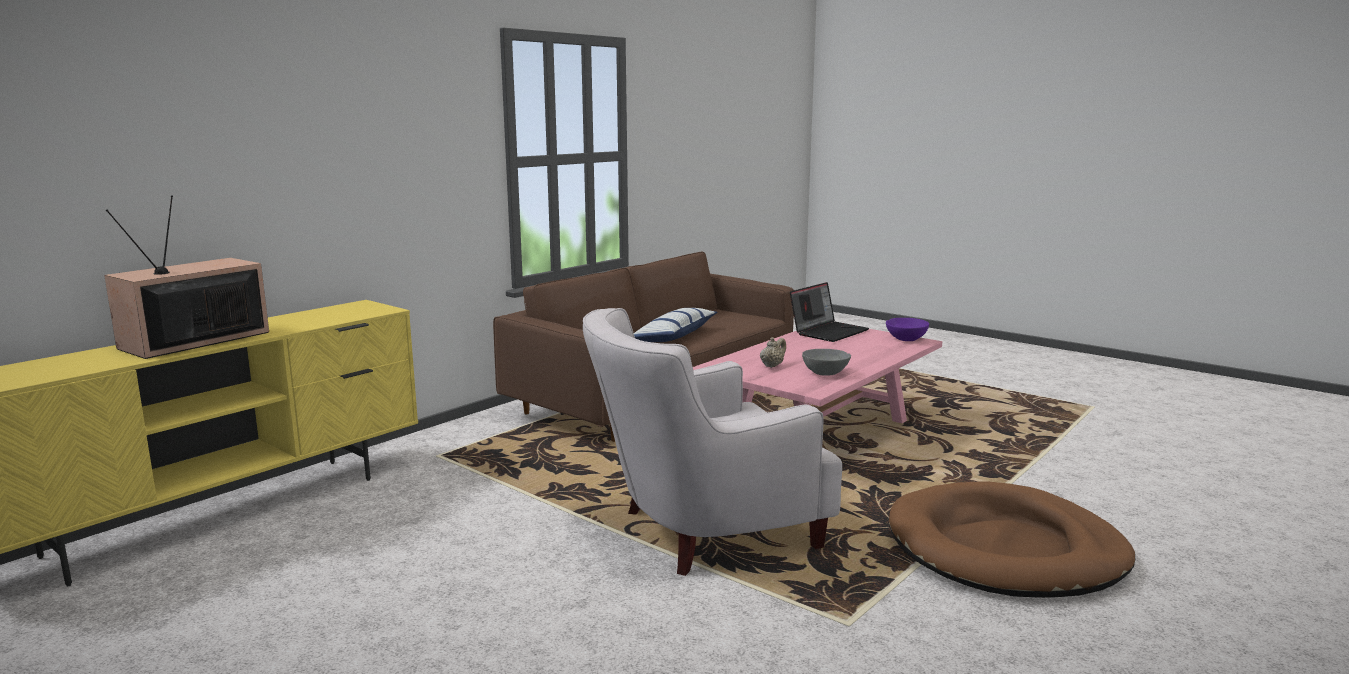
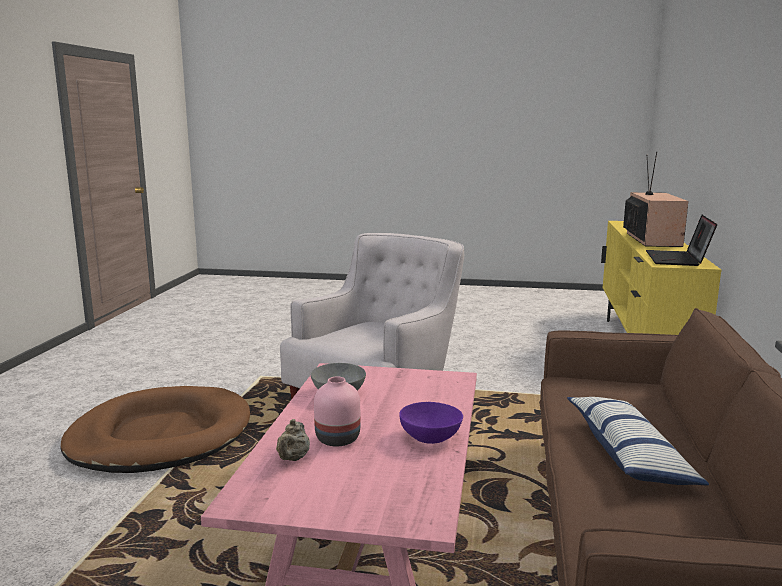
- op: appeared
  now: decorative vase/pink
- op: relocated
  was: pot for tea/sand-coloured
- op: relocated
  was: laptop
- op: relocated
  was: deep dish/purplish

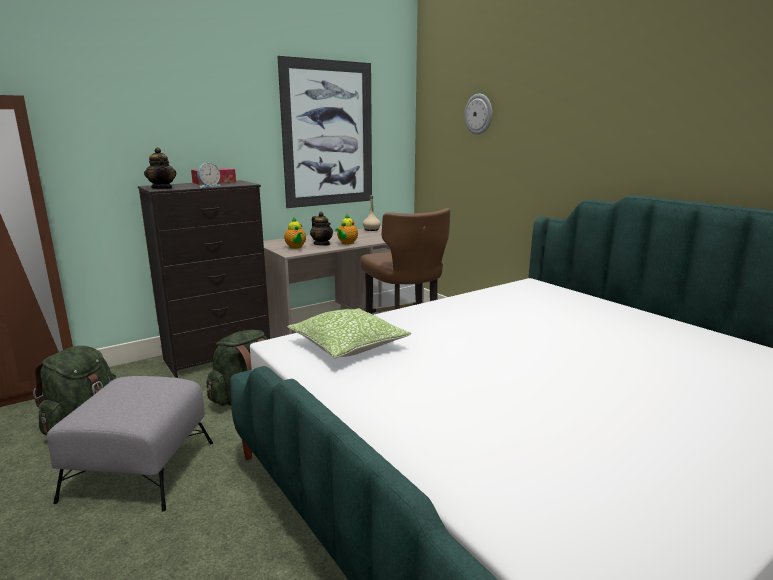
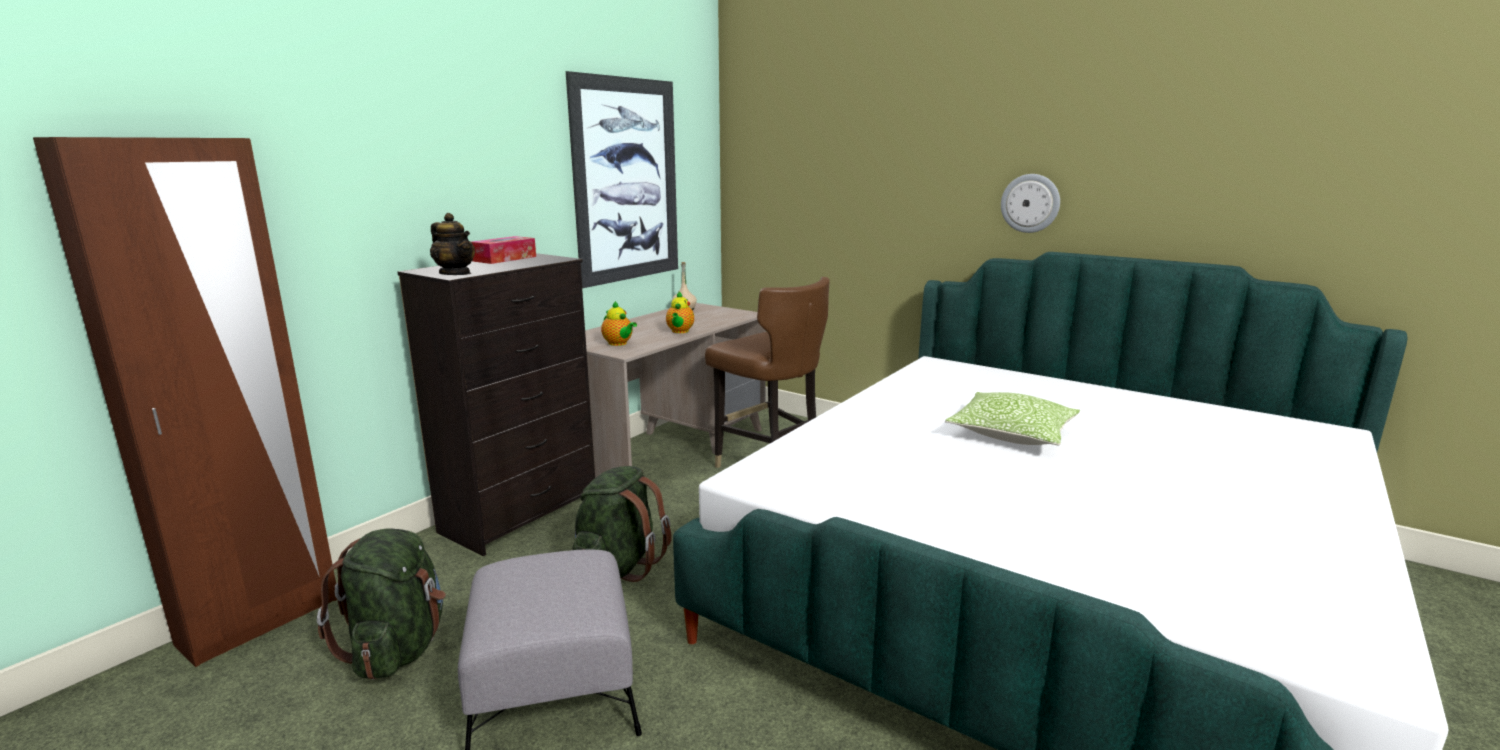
- op: missing
  was: alarm clock
- op: missing
  was: pot for tea (no. 3 from left)
- op: relocated
  was: throw pillow
- op: relocated
  was: hanging clock

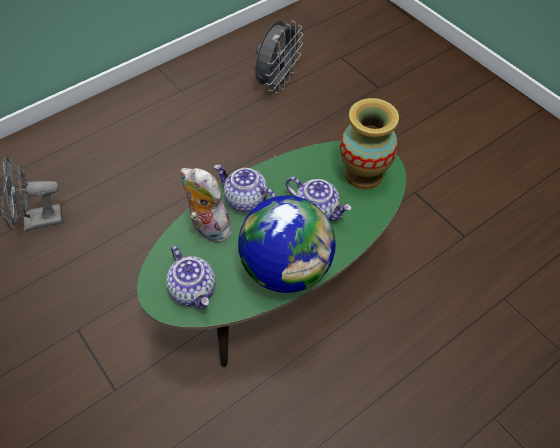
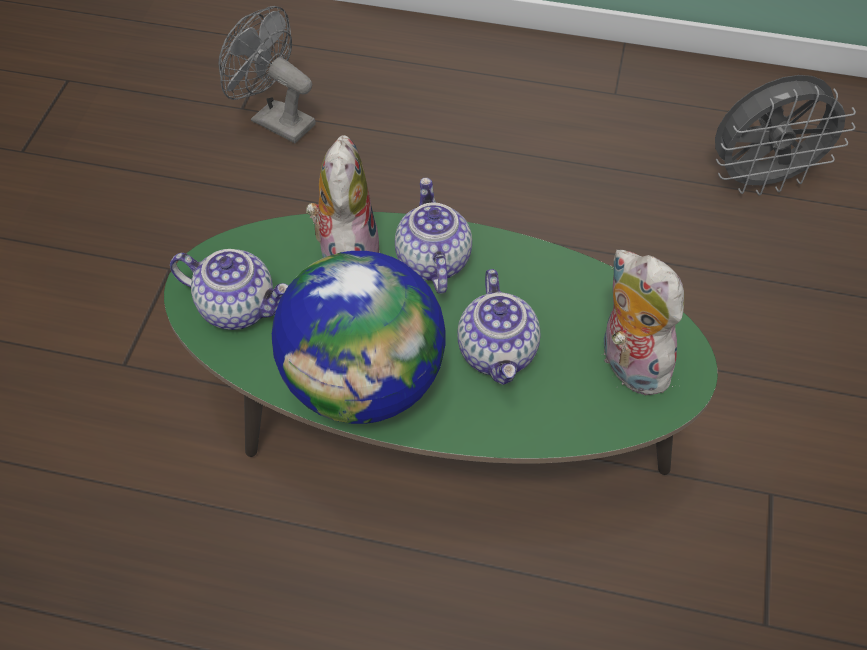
- op: exchanged
  was: decorative vase
  now: cuddly toy (no. 2 from left)
- op: spun
  was: pot for tea (no. 1 from left)
  clockwise: -90

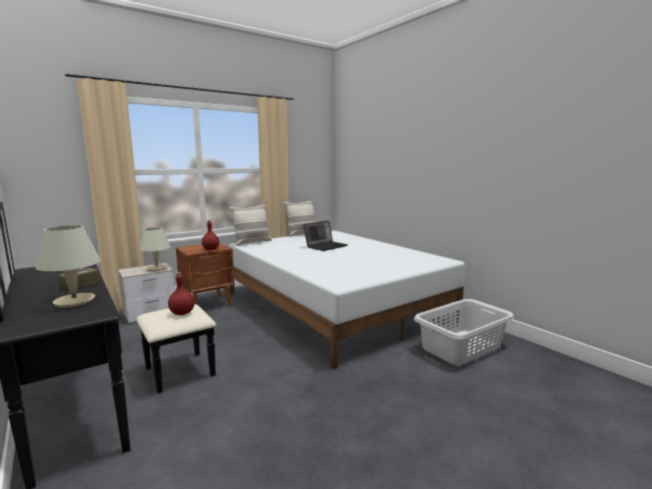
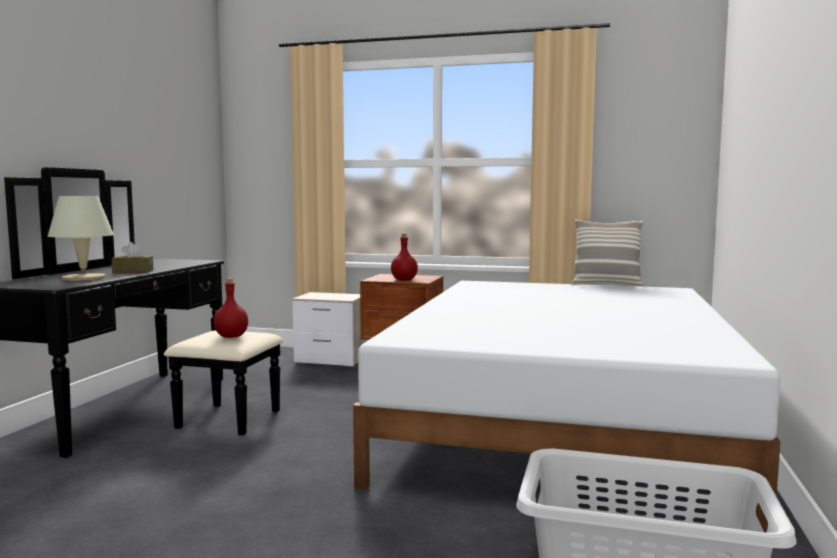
- op: missing
  was: lamp for a table/sand-coloured (no. 2 from left)
- op: missing
  was: throw pillow (no. 1 from left)
- op: missing
  was: laptop

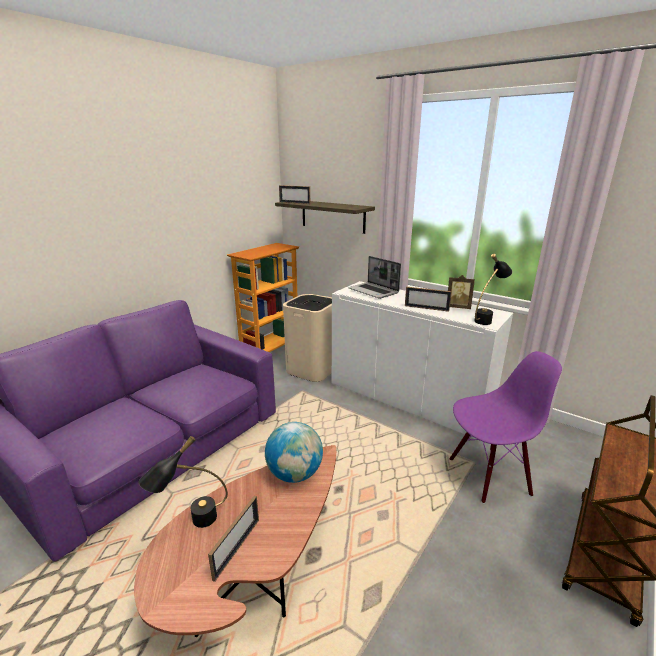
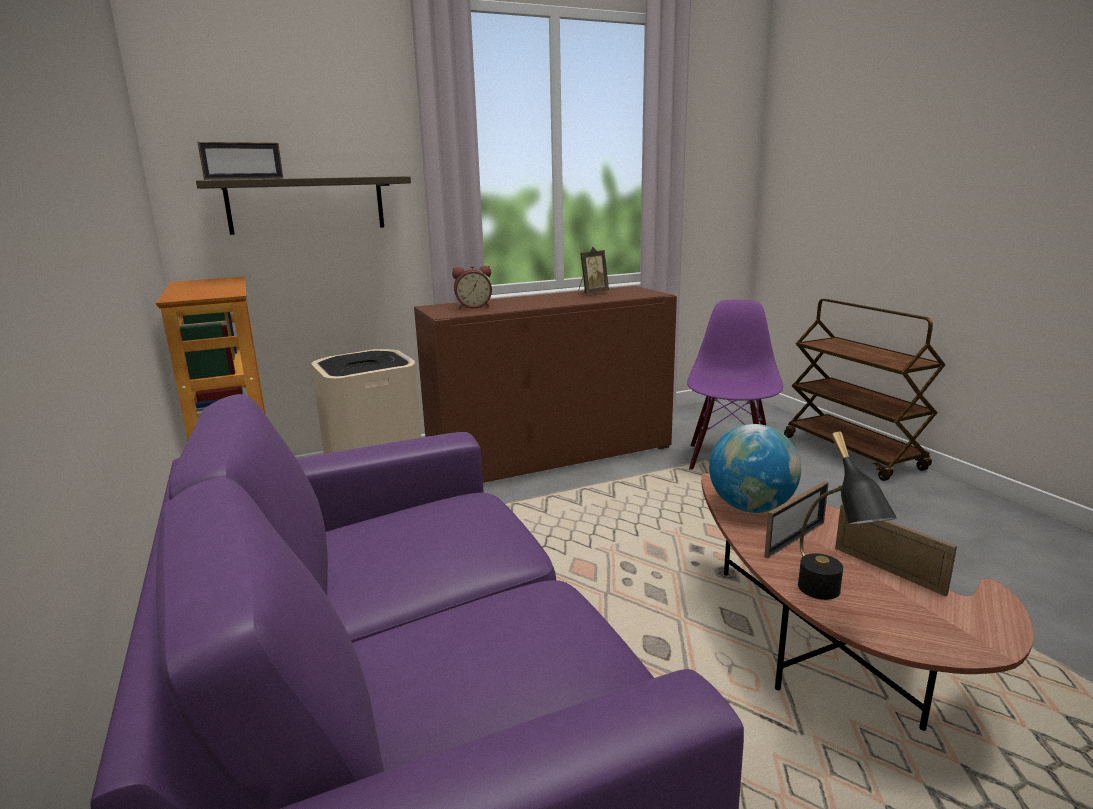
- op: missing
  was: lamp for a table/black (no. 2 from left)
- op: relocated
  was: picture frame (no. 3 from left)
- op: exchanged
  was: laptop
  now: alarm clock
- op: colour
  was: storage cabinet/whitish
  now: storage cabinet/brownish

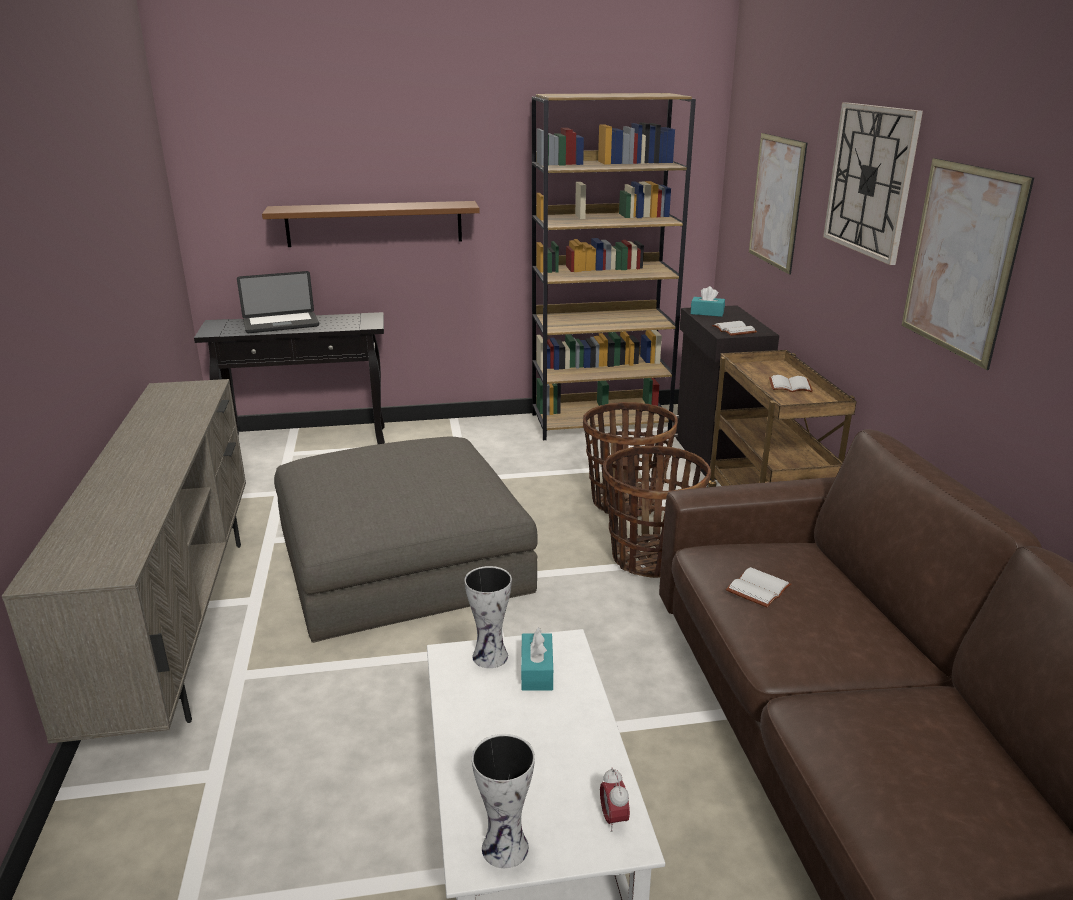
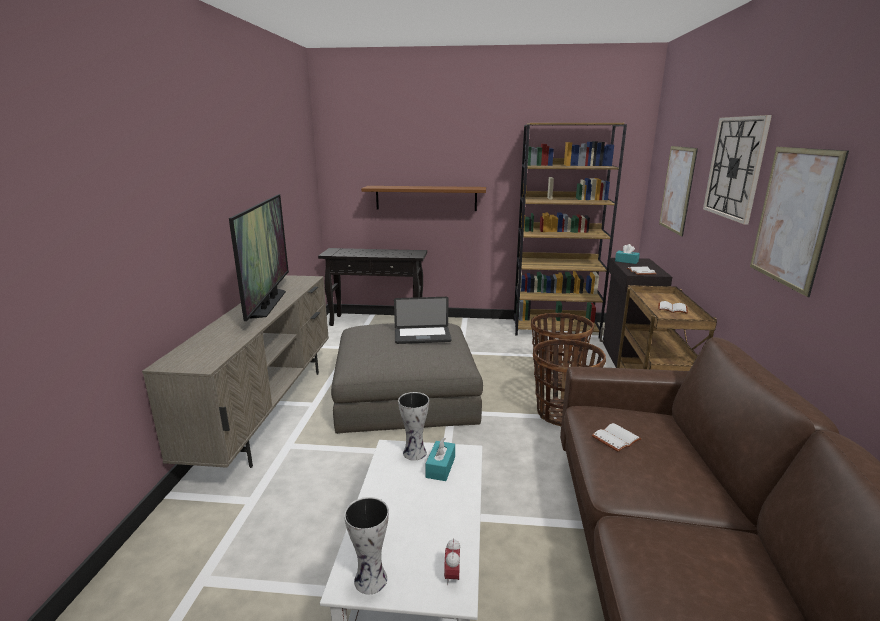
- op: appeared
  now: TV
- op: relocated
  was: laptop

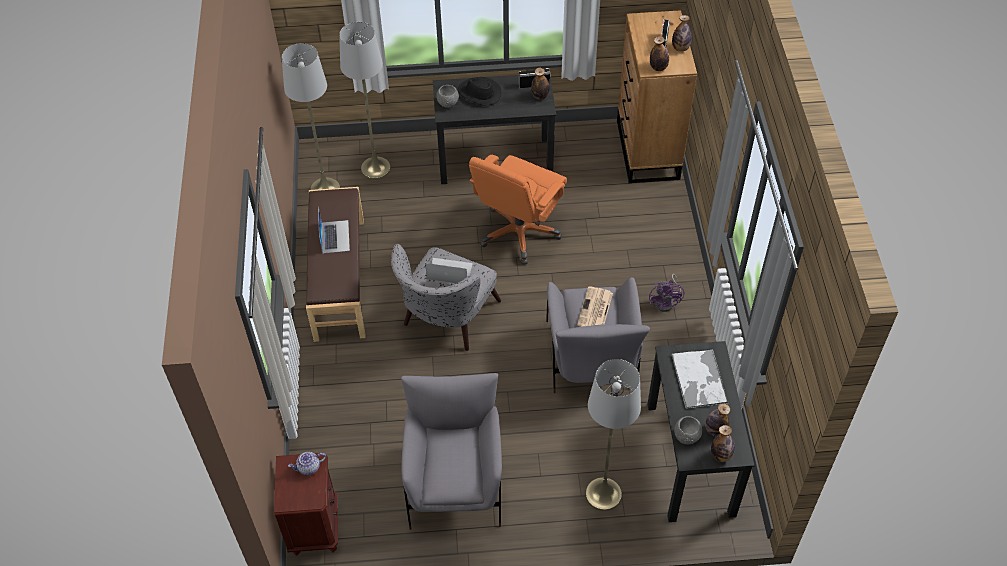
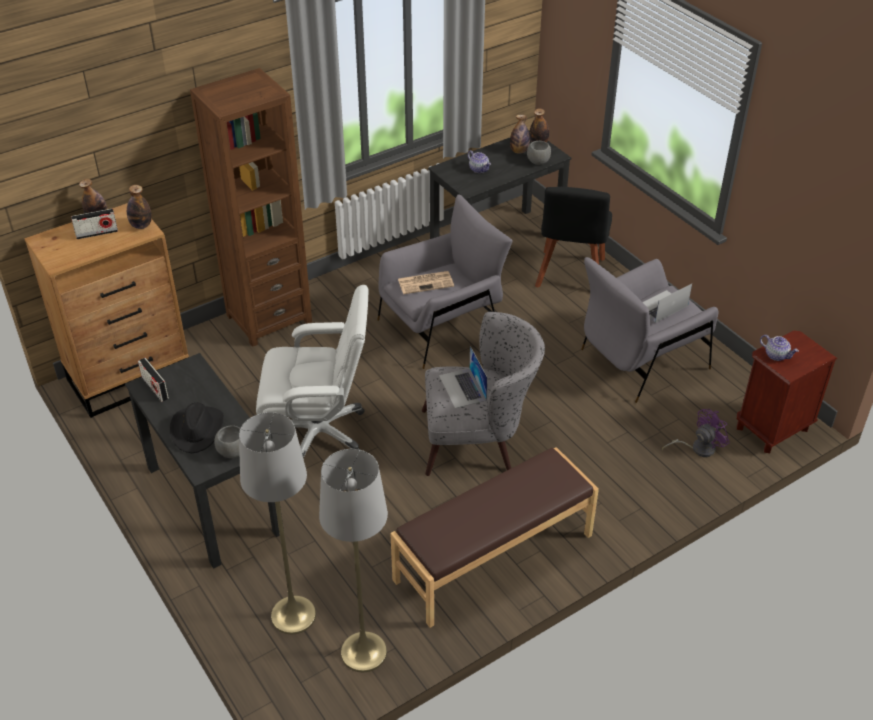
- op: missing
  was: beverage bottle (no. 1 from left)
- op: appeared
  now: bookcase/brownish
- op: relocated
  was: laptop (no. 1 from left in the first image)
  now: laptop (no. 2 from left)
- op: relocated
  was: cooling fan/purplish
- op: exchanged
  was: floor lamp/grey (no. 3 from left)
  now: chair/black
- op: exchanged
  was: tray
  now: pot for tea (no. 1 from left)
- op: colour
  was: office chair/orange-coloured
  now: office chair/whitish

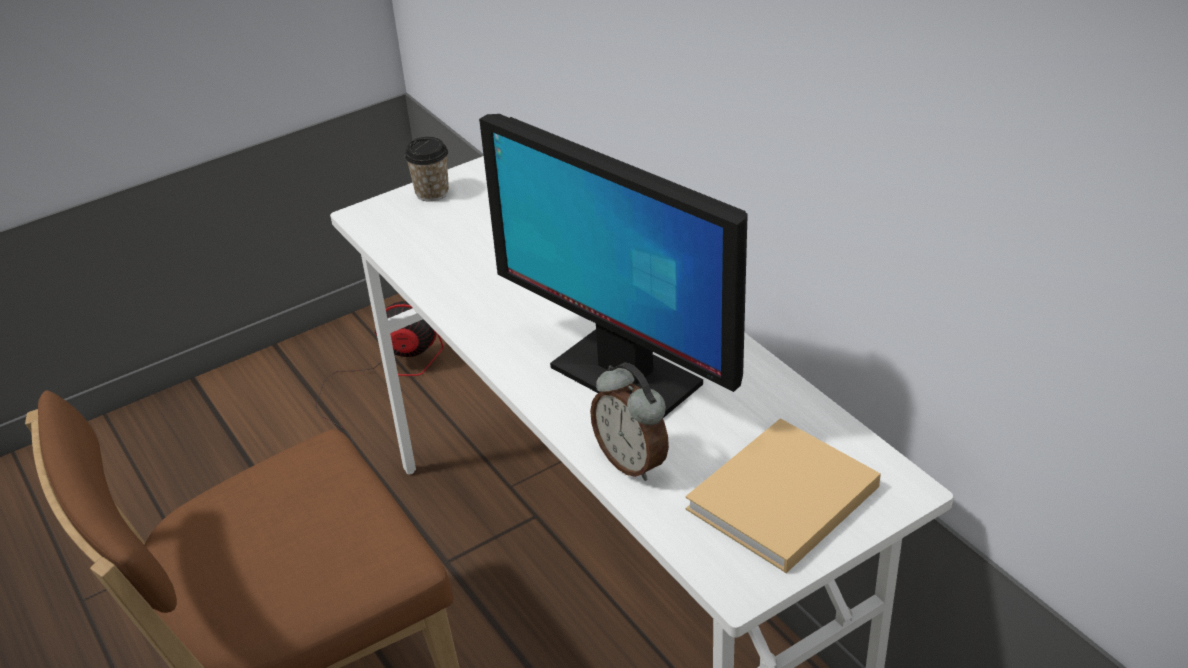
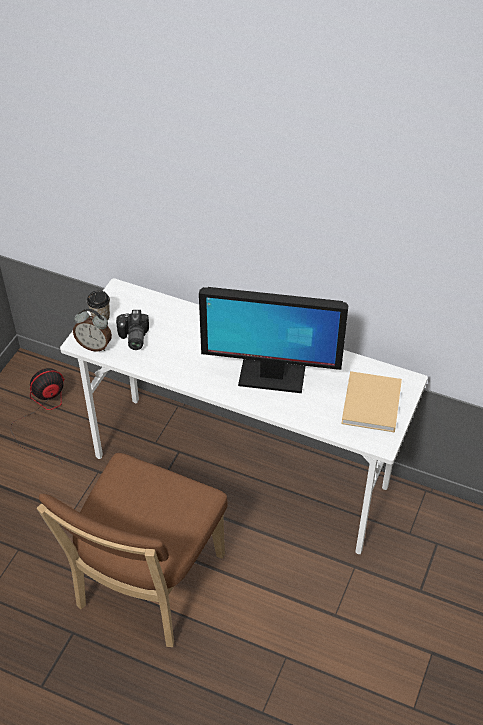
- op: appeared
  now: photo camera
- op: relocated
  was: alarm clock

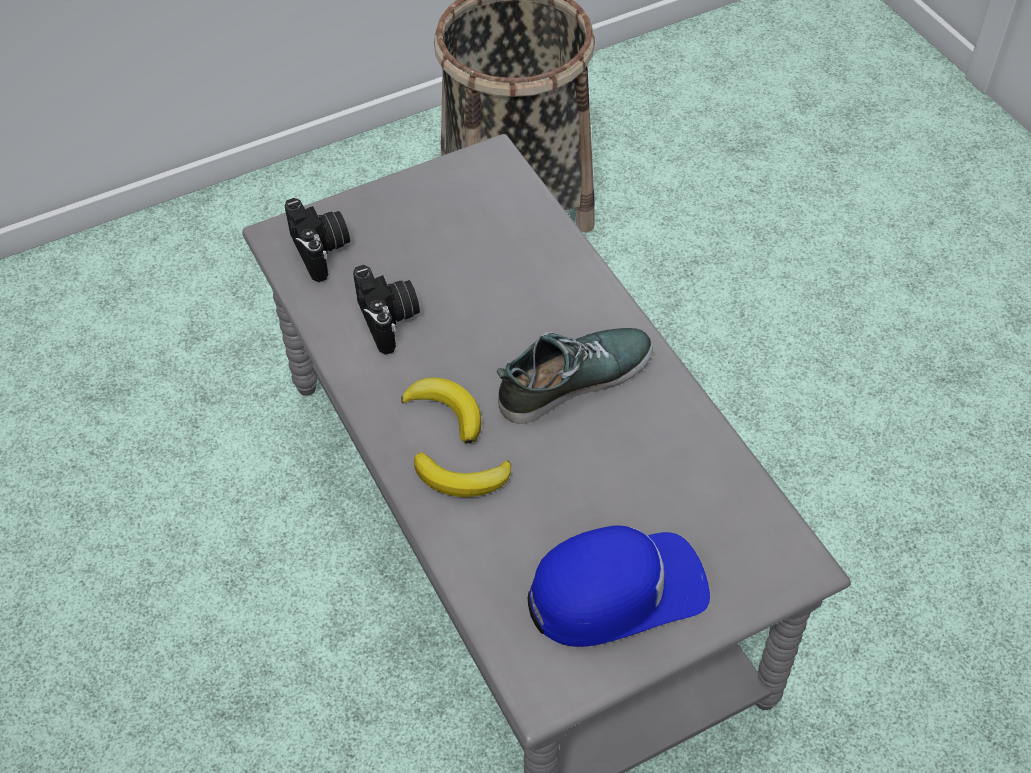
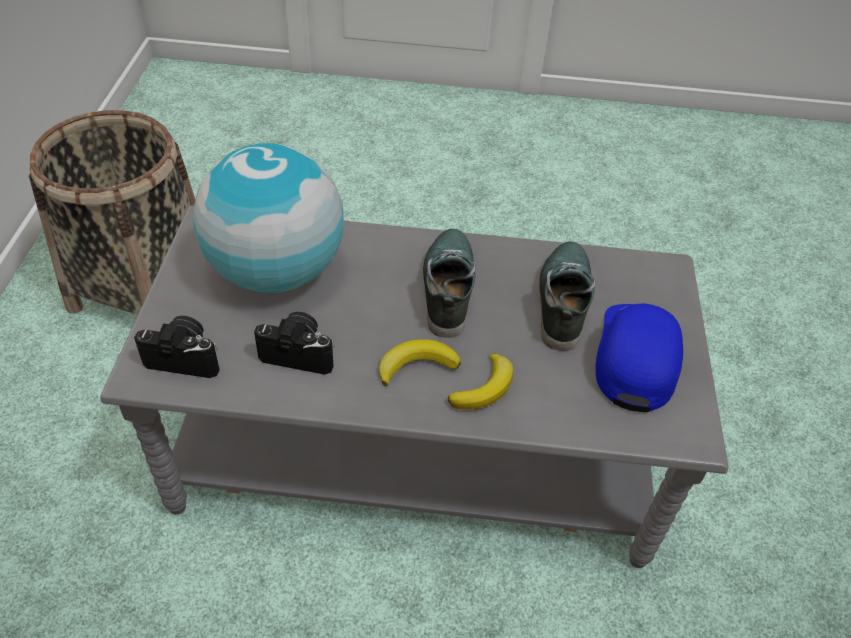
- op: appeared
  now: world globe
- op: appeared
  now: low shoe (no. 2 from left)

